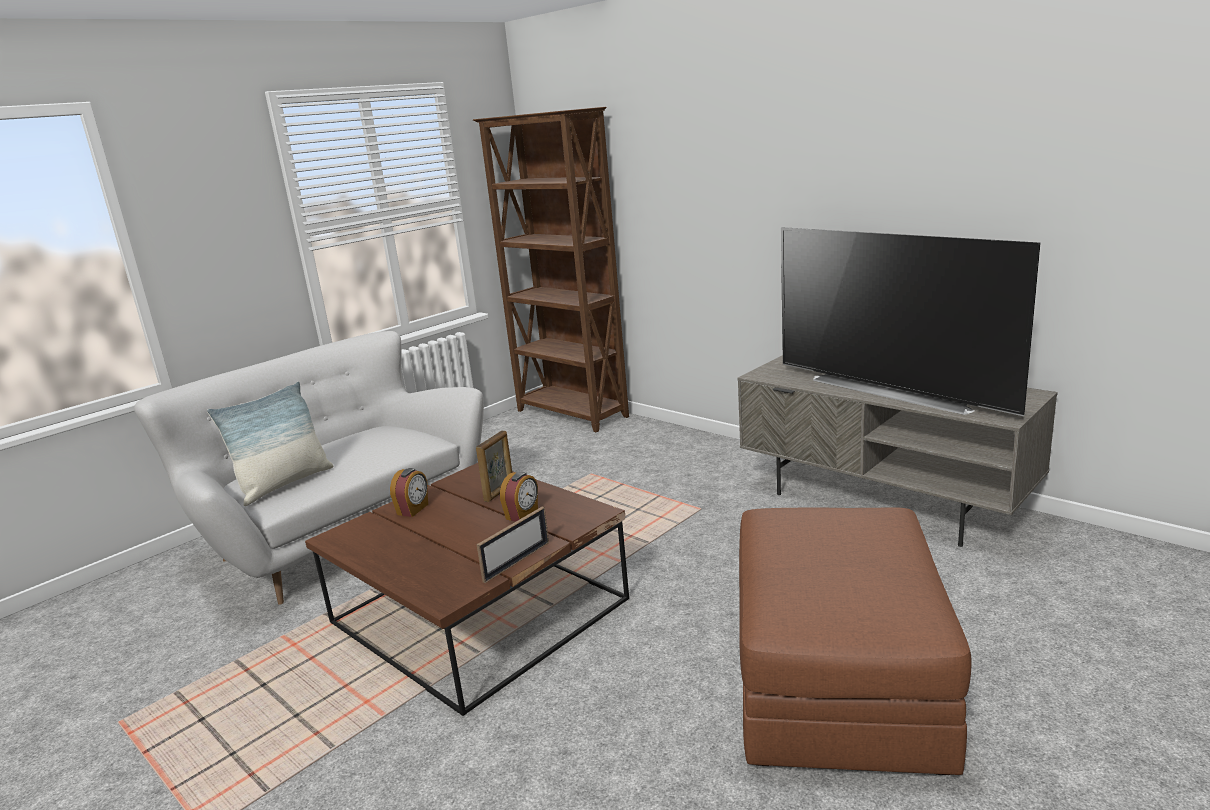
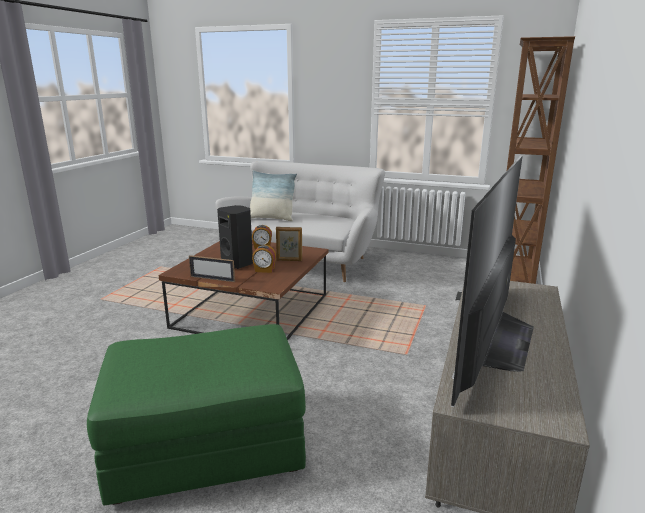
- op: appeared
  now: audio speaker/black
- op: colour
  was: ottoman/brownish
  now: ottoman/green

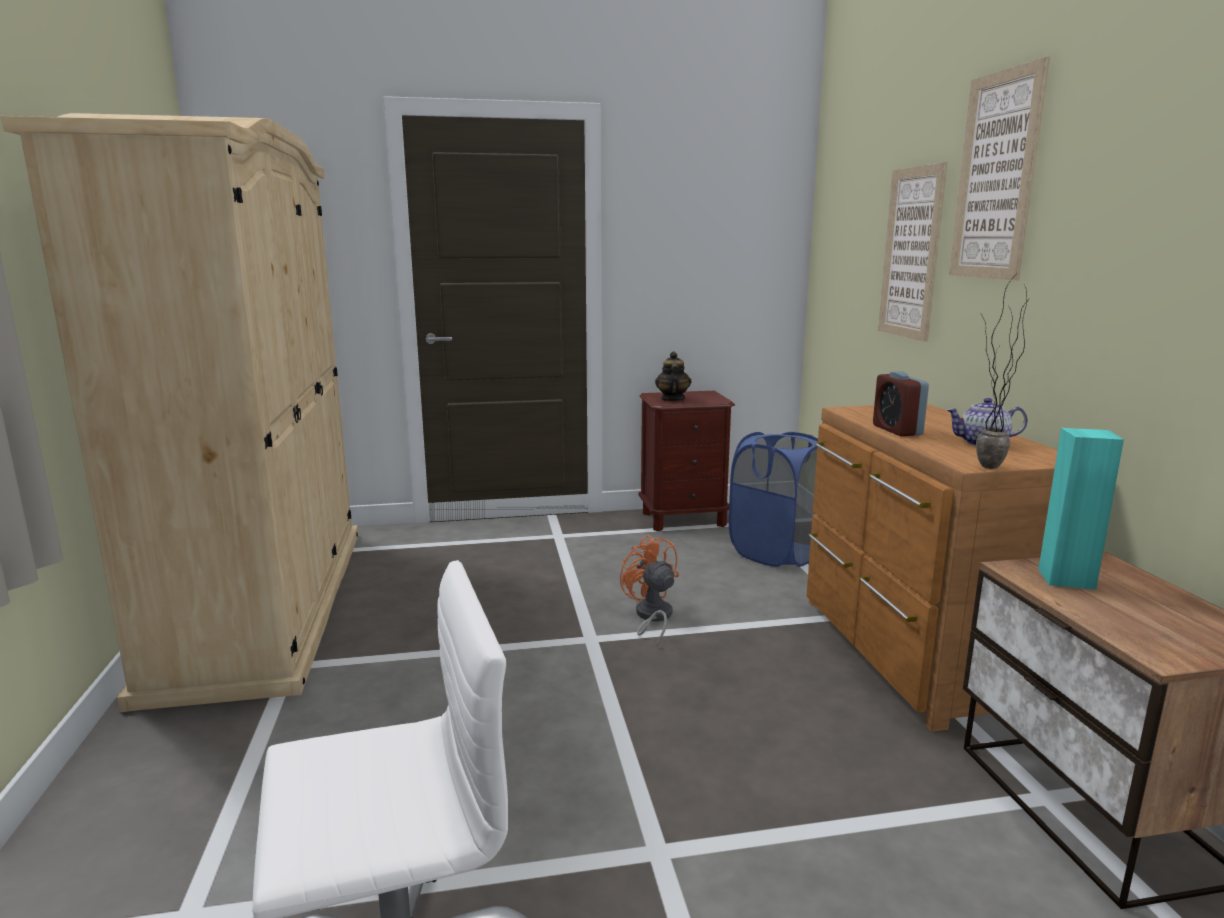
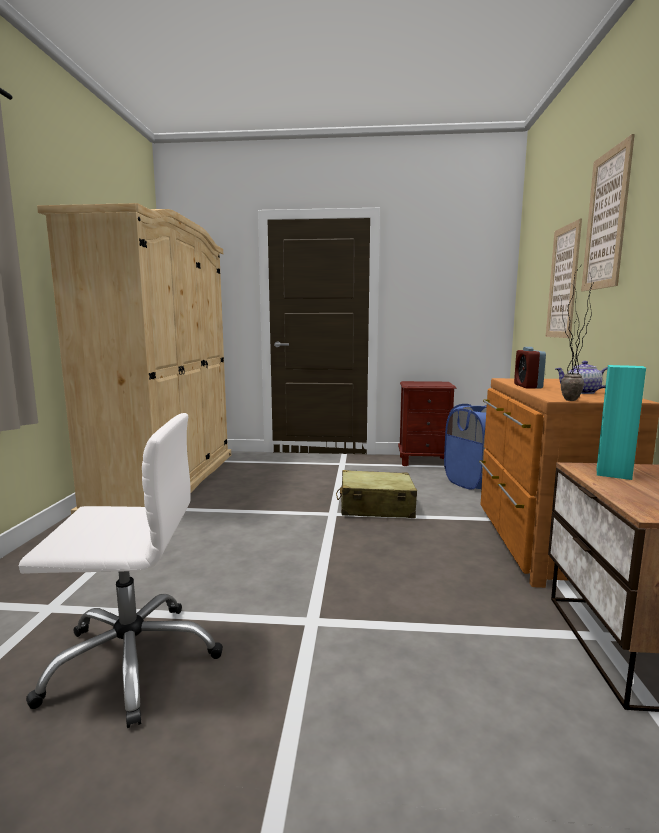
- op: missing
  was: pot for tea (no. 1 from left)
- op: exchanged
  was: cooling fan/orange-coloured
  now: piece of luggage/sand-coloured

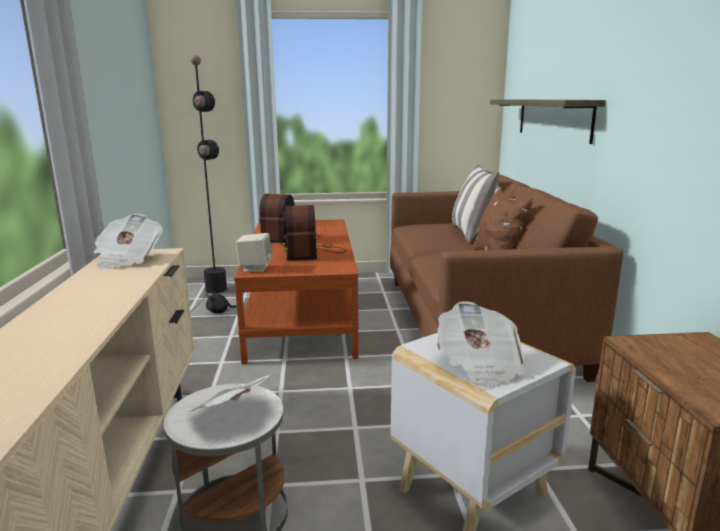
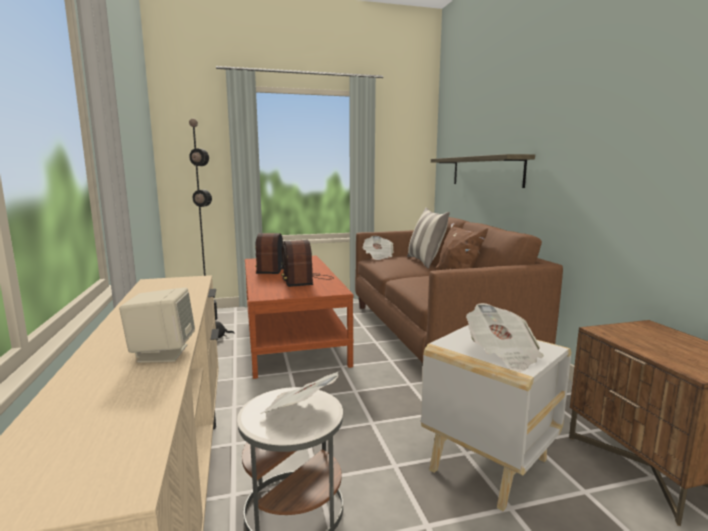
- op: relocated
  was: daily paper (no. 1 from left in the first image)
  now: daily paper (no. 2 from left)
- op: relocated
  was: audio speaker/sand-coloured

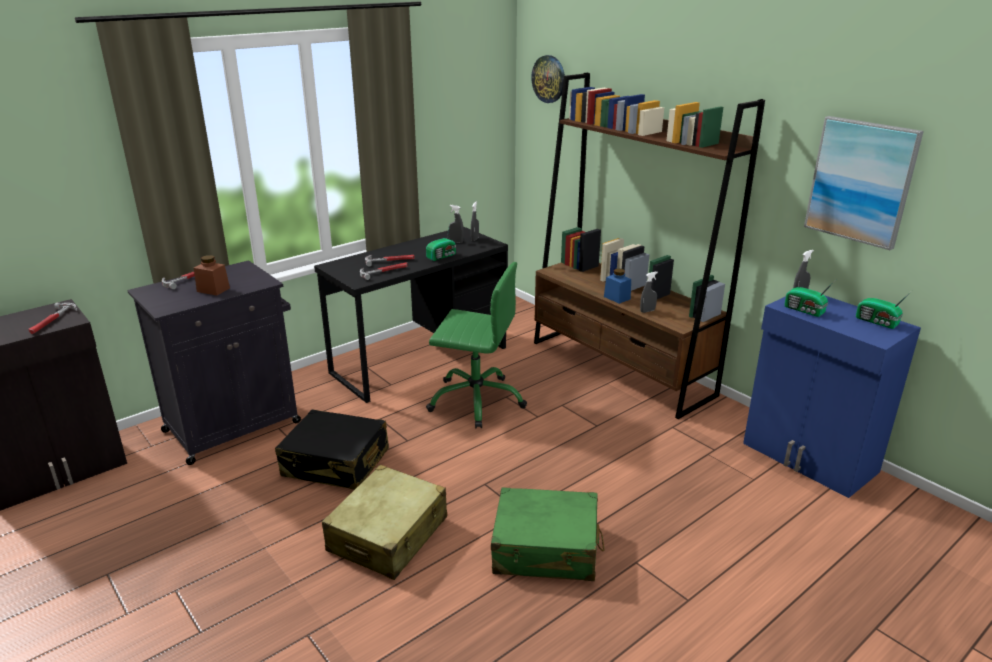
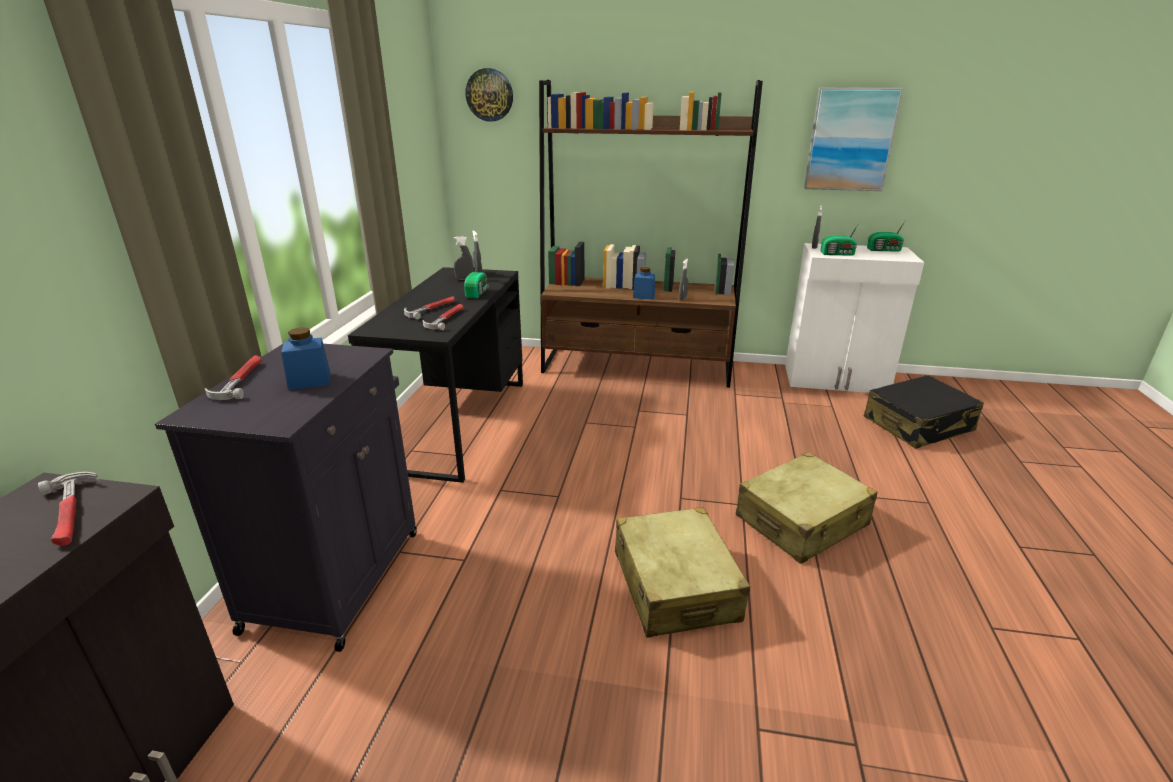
- op: missing
  was: office chair/green
- op: relocated
  was: piece of luggage/black
- op: colour
  was: jar/brownish
  now: jar/blue-coloured (no. 1 from left)
- op: colour
  was: piece of luggage/green
  now: piece of luggage/sand-coloured (no. 2 from left)
- op: colour
  was: storage cabinet/blue-coloured
  now: storage cabinet/whitish

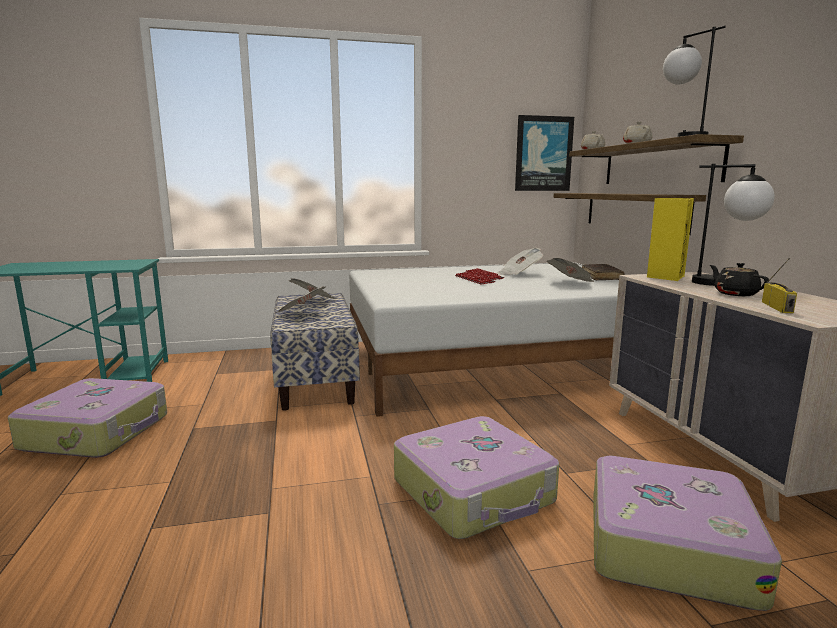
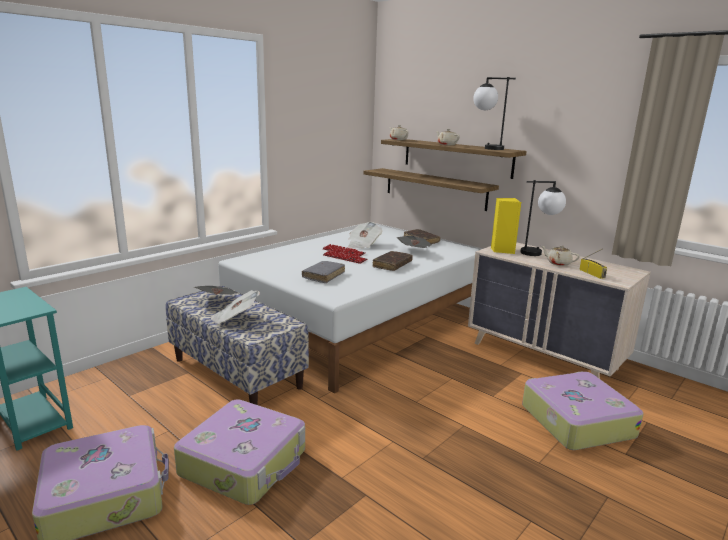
- op: missing
  was: wall picture
- op: appeared
  now: volume/grey
- op: appeared
  now: volume/brownish (no. 1 from left)
- op: relocated
  was: piece of luggage (no. 2 from left)
- op: colour
  was: pot for tea/black
  now: pot for tea/sand-coloured (no. 3 from left)

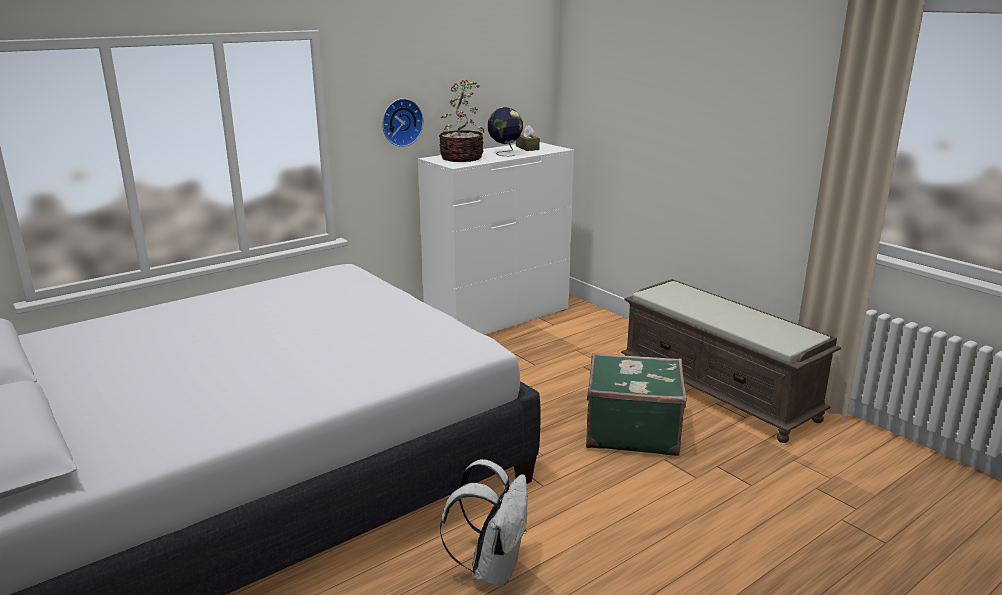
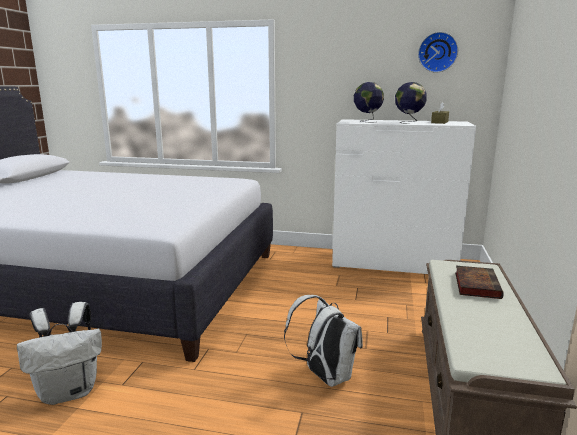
- op: appeared
  now: volume
- op: relocated
  was: hanging clock
- op: exchanged
  was: potted plant
  now: world globe (no. 1 from left)
- op: exchanged
  was: piece of luggage/green
  now: knapsack/whitish (no. 2 from left)

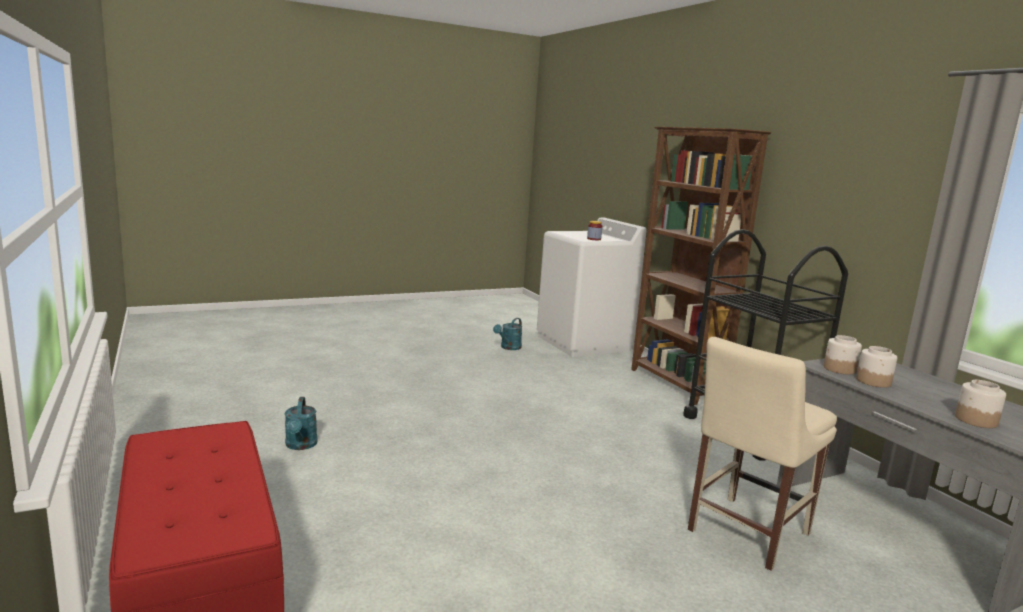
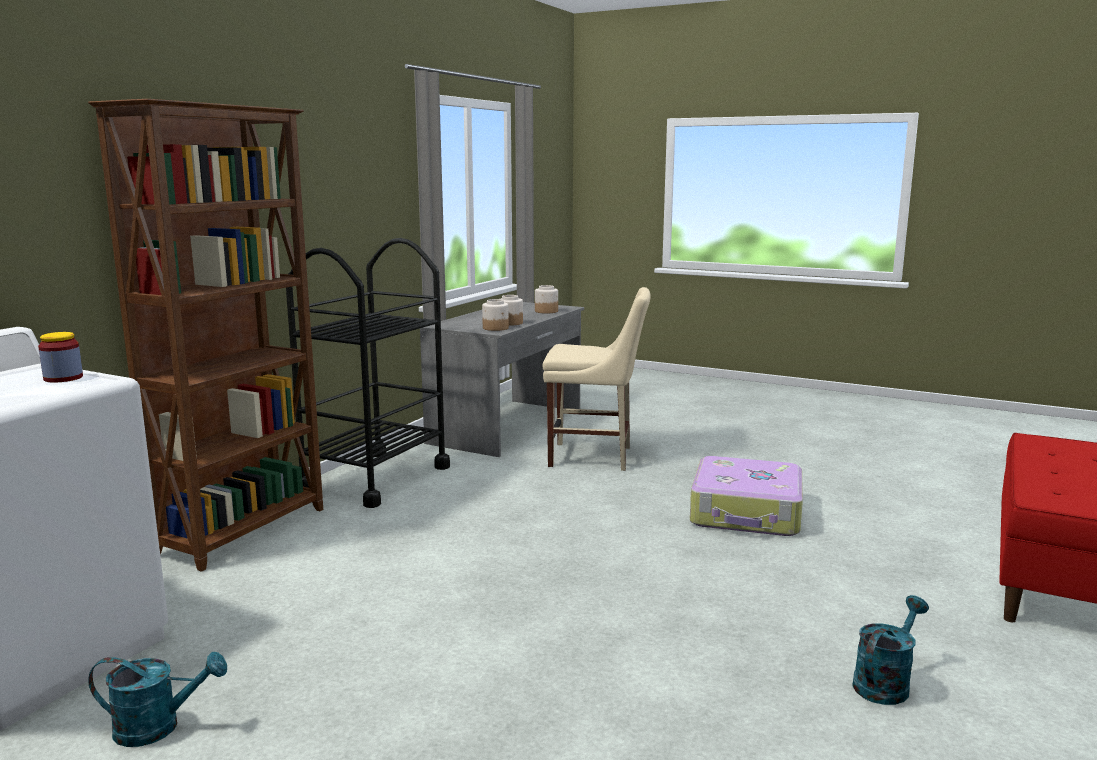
- op: appeared
  now: piece of luggage

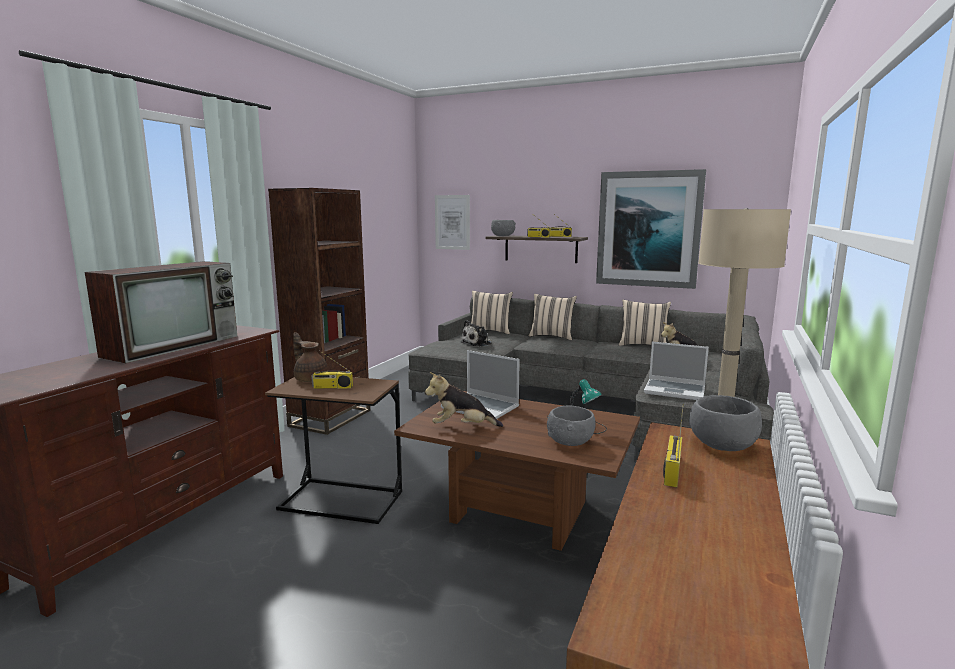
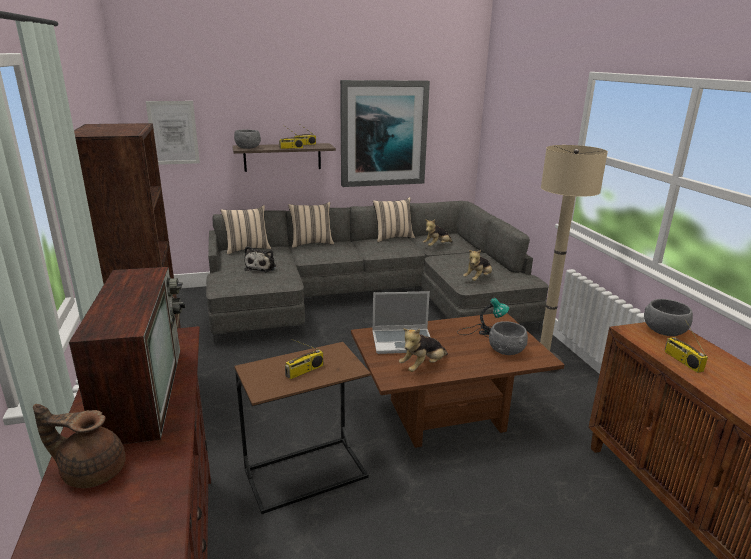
- op: relocated
  was: pot for tea/brownish
- op: exchanged
  was: laptop (no. 2 from left)
  now: cuddly toy (no. 4 from left)

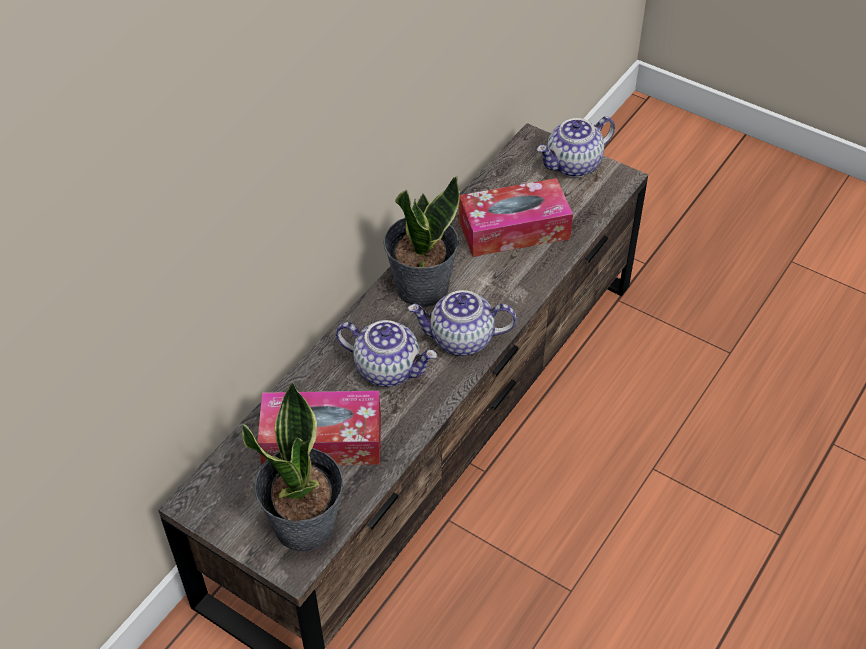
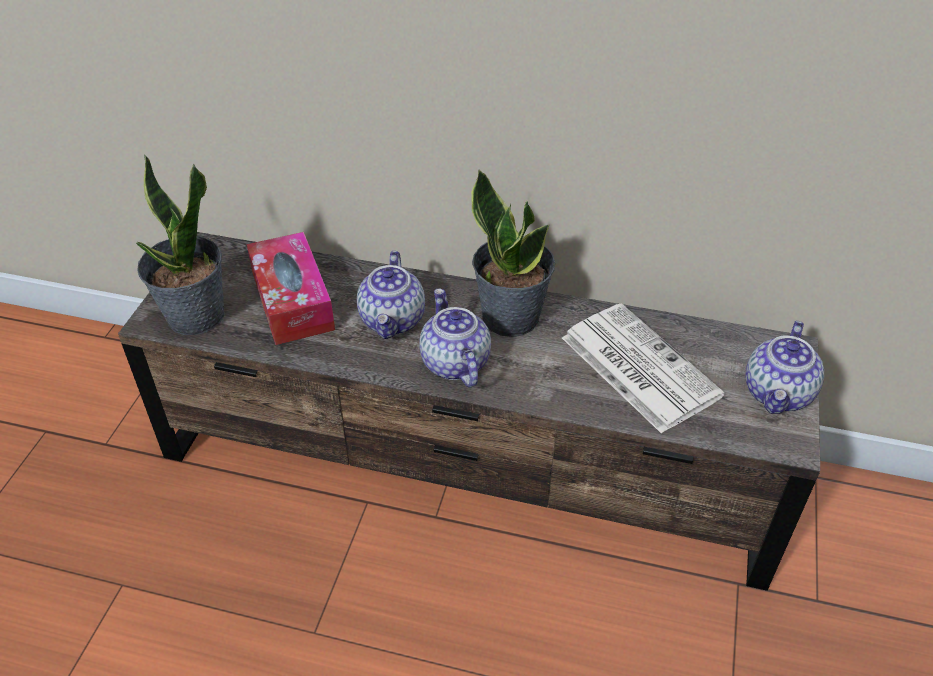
- op: exchanged
  was: box of tissues (no. 2 from left)
  now: daily paper
- op: spun
  was: pot for tea (no. 3 from left)
  clockwise: -105

